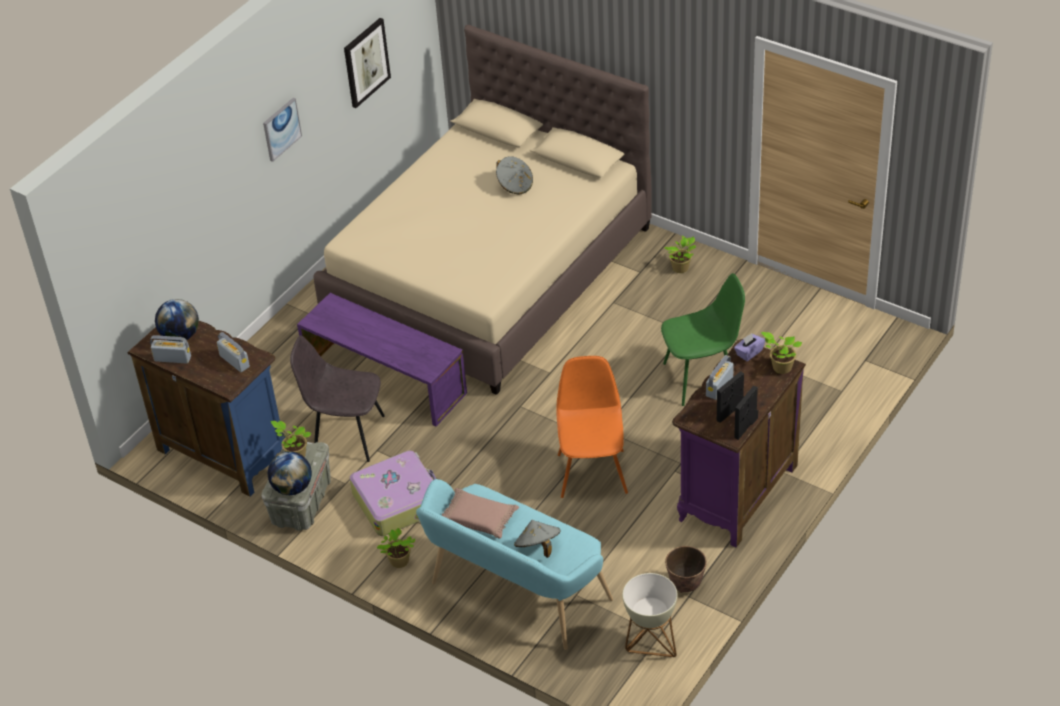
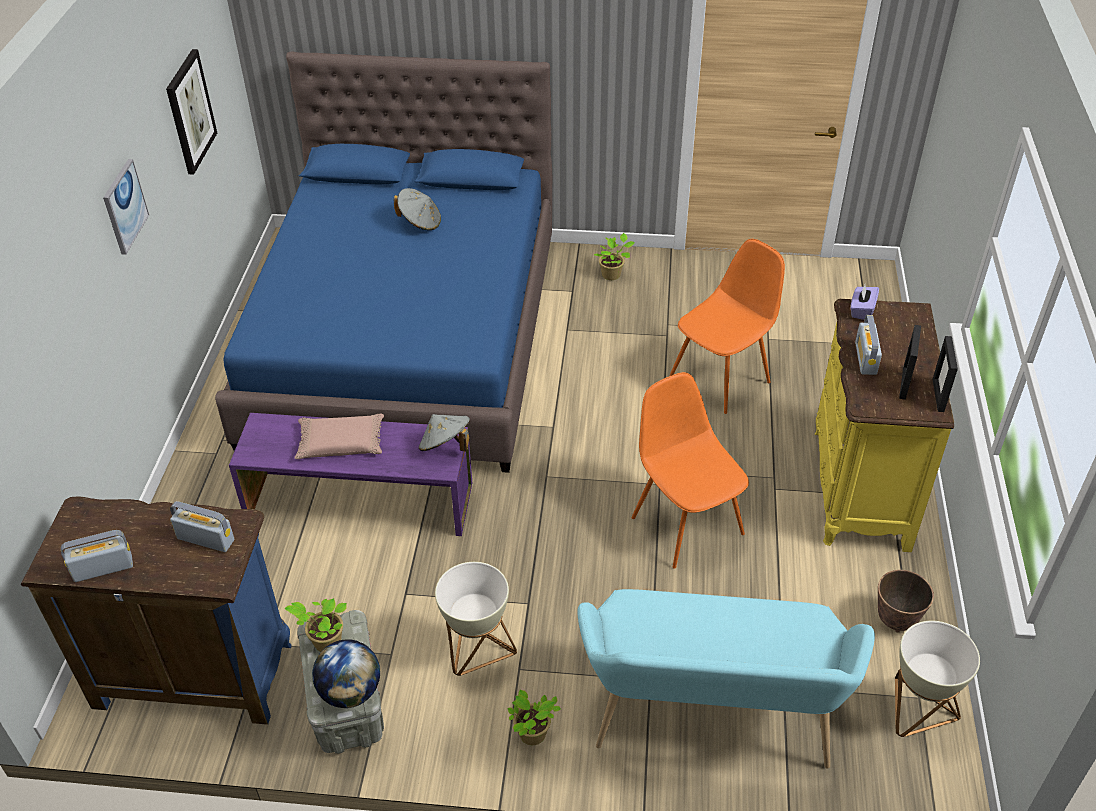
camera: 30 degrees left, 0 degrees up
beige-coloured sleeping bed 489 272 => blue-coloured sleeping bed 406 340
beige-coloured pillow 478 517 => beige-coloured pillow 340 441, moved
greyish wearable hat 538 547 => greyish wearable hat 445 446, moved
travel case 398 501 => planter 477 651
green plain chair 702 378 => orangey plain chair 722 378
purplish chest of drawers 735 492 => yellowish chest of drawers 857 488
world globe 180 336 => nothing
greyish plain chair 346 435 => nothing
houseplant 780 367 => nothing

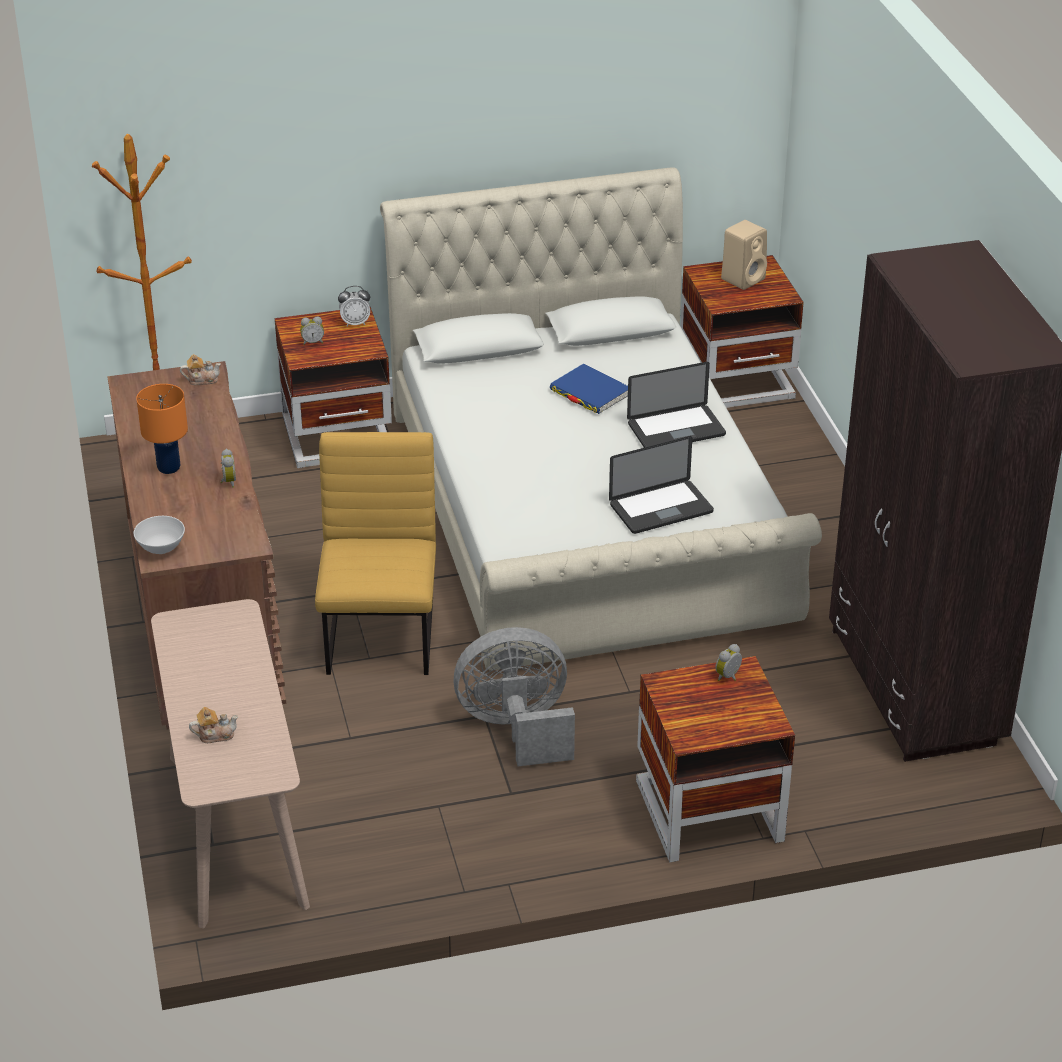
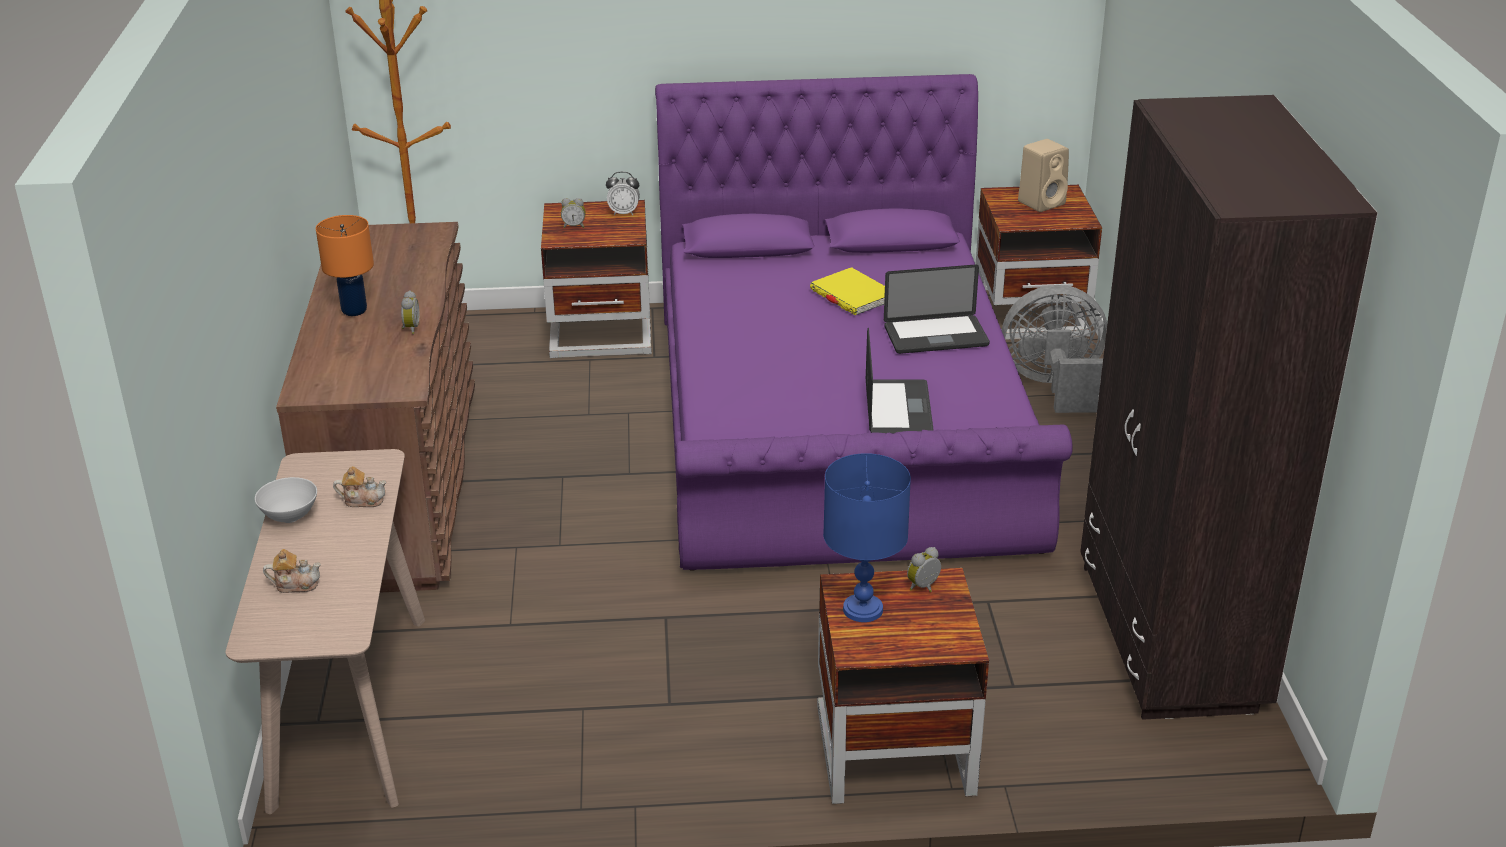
camera: 10 degrees right, 5 degrees down
white-coloured bowl 160 549 => white-coloured bowl 289 517, moved
teapot 202 379 => teapot 363 500, moved
beige-coloured sleeping bed 586 510 => purplish sleeping bed 837 422
blue-coloured bound book 590 393 => yellowish bound book 852 295
nothing => blue-coloured tabletop lamp 862 609
portable computer 661 508 => portable computer 898 410, 75 degrees counterclockwise
greyish electric fan 517 728 => greyish electric fan 1055 387, moved
yellowish plain chair 382 632 => nothing

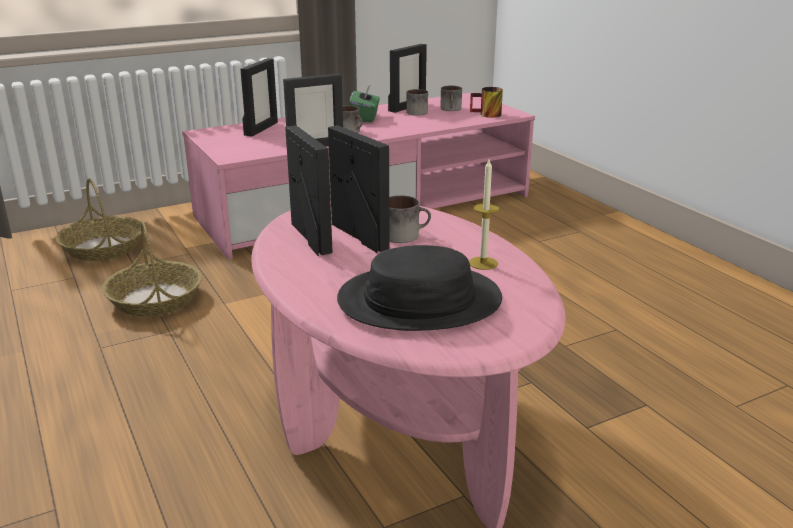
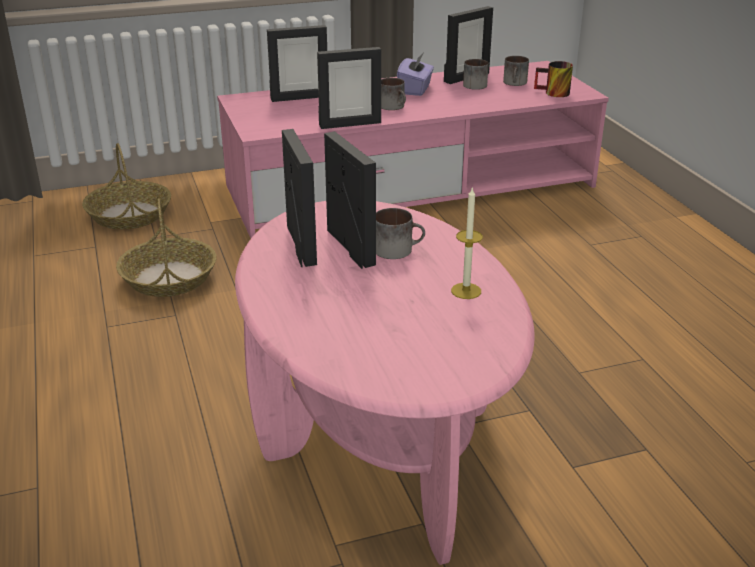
camera: 10 degrees right, 5 degrees up
photo frame 261 129 => photo frame 299 97, 45 degrees clockwise
green box of tissues 365 118 => purplish box of tissues 415 89
blackish wearable hat 419 301 => nothing

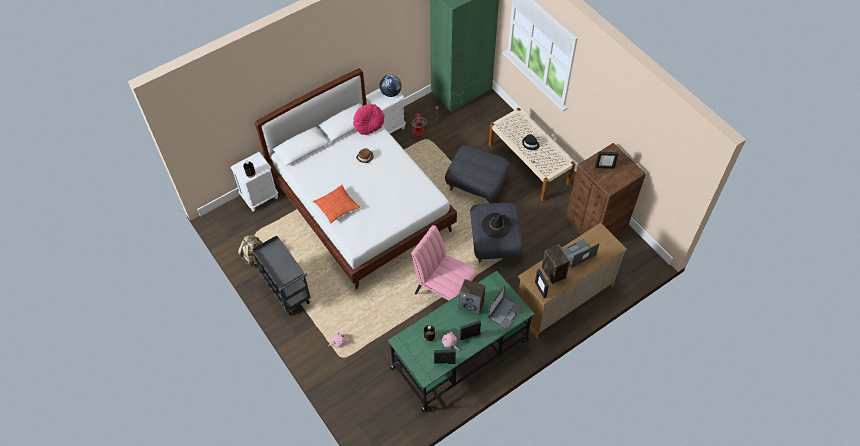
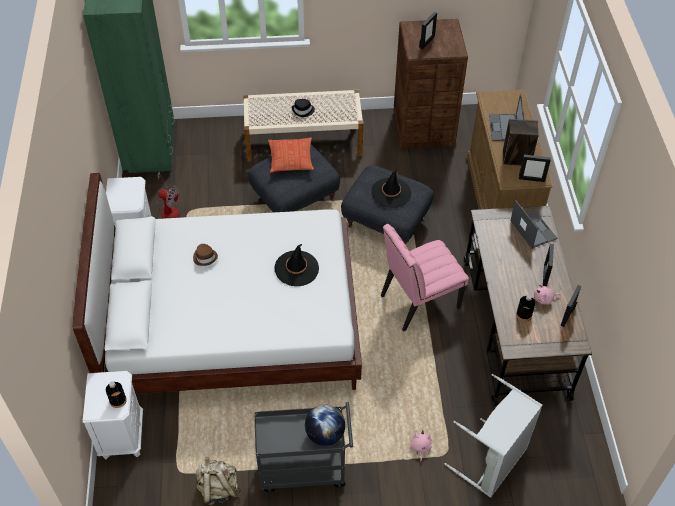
camera: 60 degrees left, 5 degrees down
orangey pillow 336 207 => orangey pillow 291 160, moved
nothing => blackish wearable hat 296 268
world globe 390 93 => world globe 325 434, moved
nothing => greyish laundry basket 493 462
green desk unit 460 354 => brown desk unit 514 327
pink pillow 369 128 => nothing
speaker 471 305 => nothing

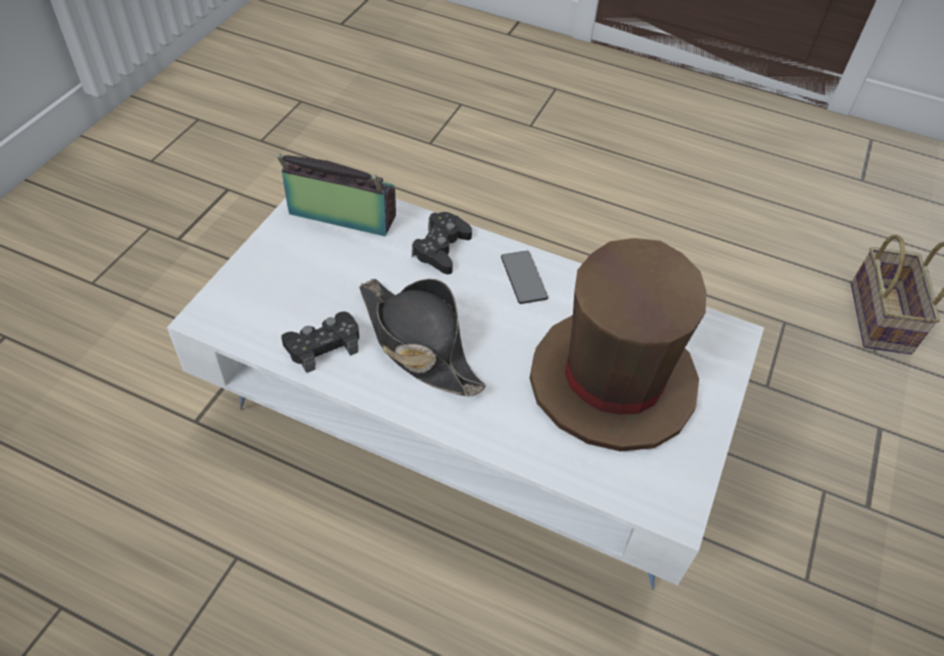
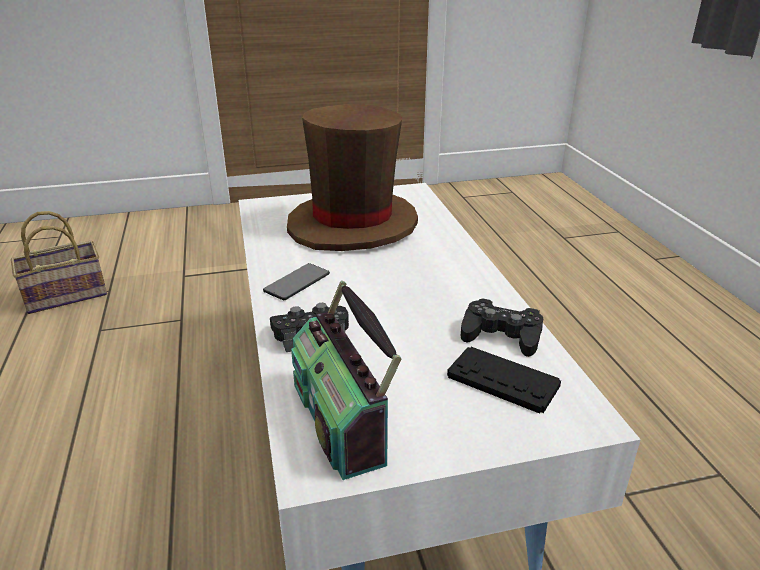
camera: 125 degrees left, 20 degrees down
nothing => blackish joypad 502 381
blackish wearable hat 417 343 => nothing

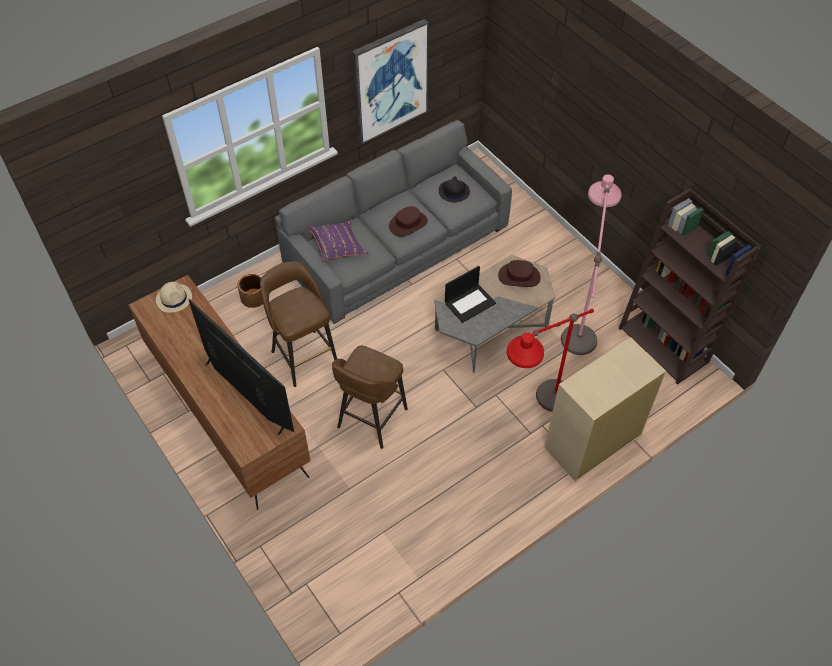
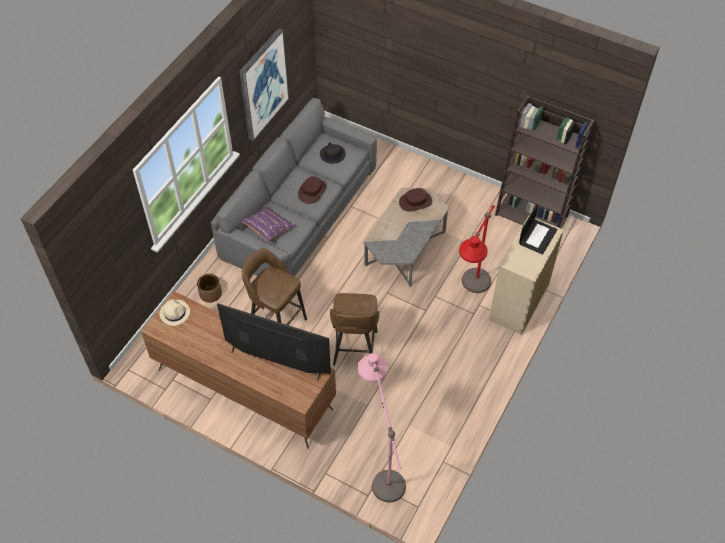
camera: 25 degrees left, 0 degrees up
pink floor lamp 580 319 => pink floor lamp 382 464, moved
portable computer 470 302 => portable computer 537 236, moved

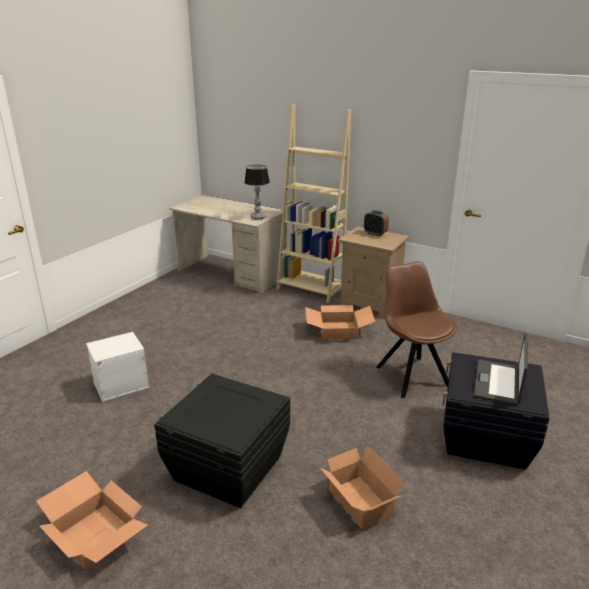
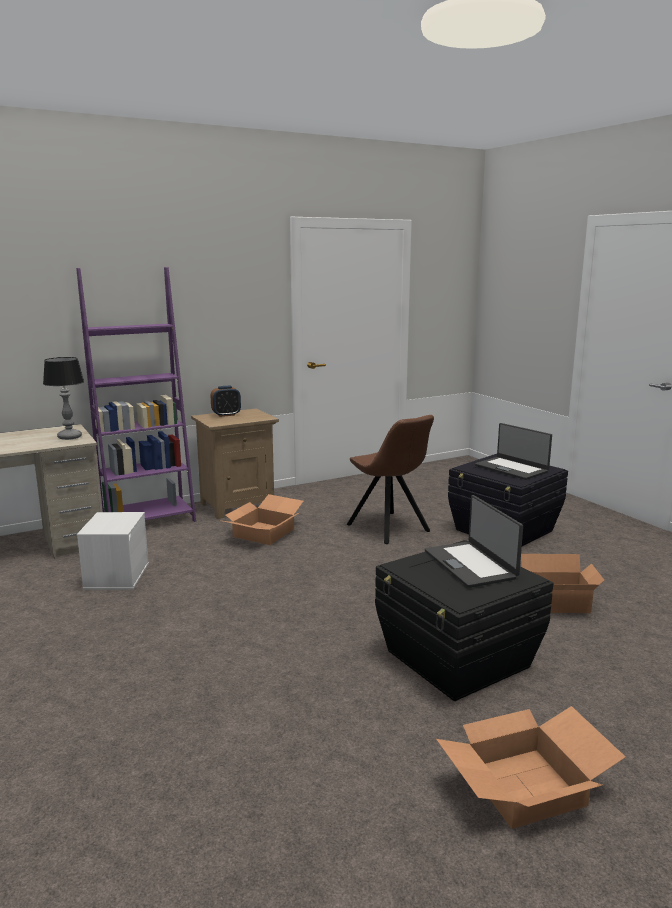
camera: 60 degrees left, 10 degrees down
beige-coloured shelving unit 310 289 => purplish shelving unit 148 520
white-coloured storage box 121 384 => white-coloured storage box 116 575, moved
brown plain chair 411 376 => brown plain chair 389 528, 135 degrees counterclockwise
nothing => portable computer 471 564

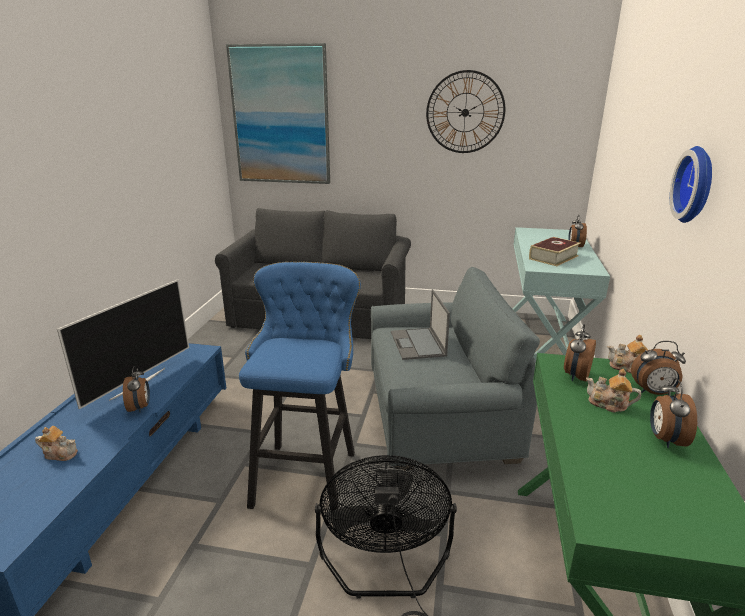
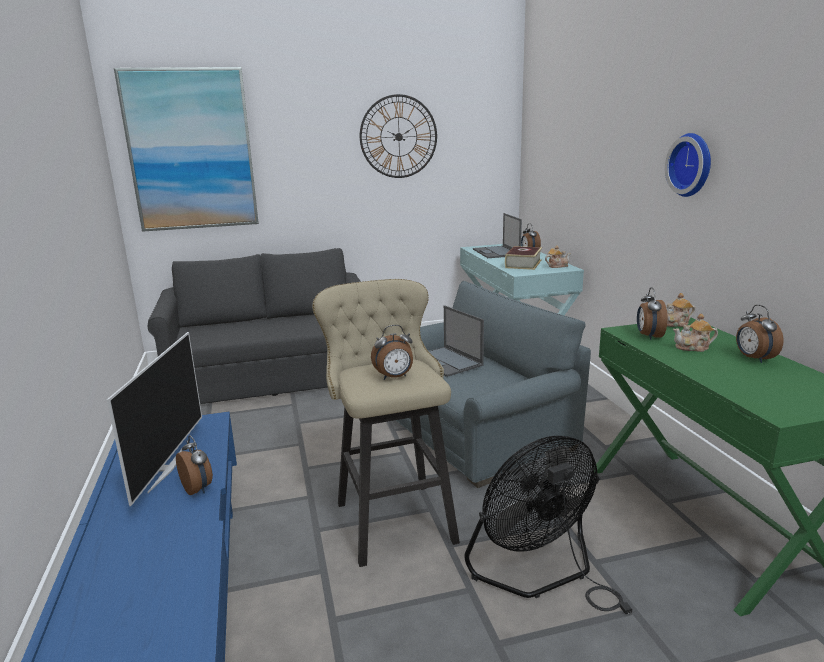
camera: 25 degrees left, 5 degrees down
blue-coloured stool 308 469 => beige-coloured stool 391 512
table clock 653 392 => table clock 394 377, moved
nothing => portable computer 496 252
teapot 60 453 => teapot 557 266, moved

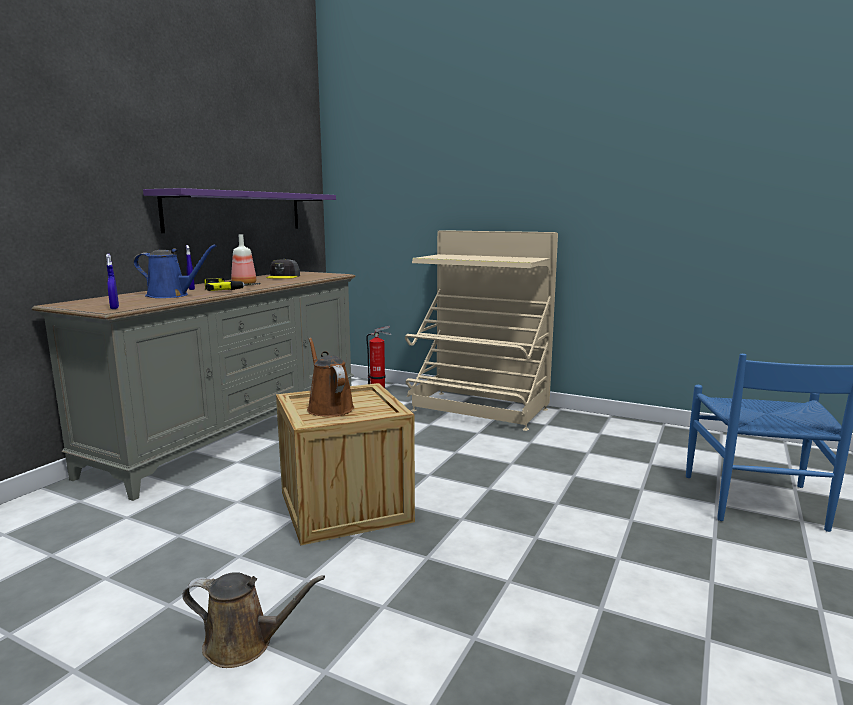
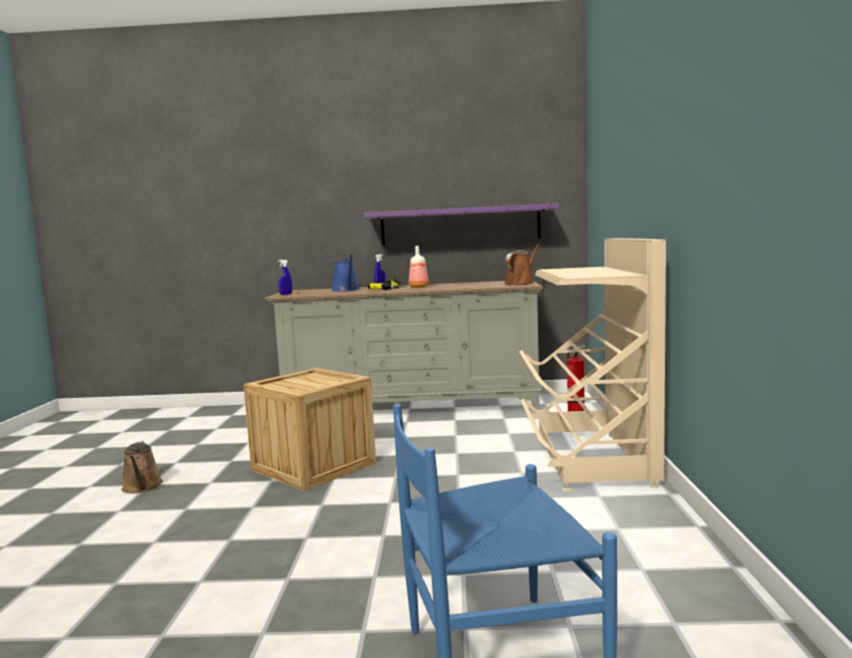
camera: 65 degrees right, 5 degrees down
brown watering pot 329 407 => brown watering pot 521 283, moved
greyish peaked cap 283 277 => nothing

